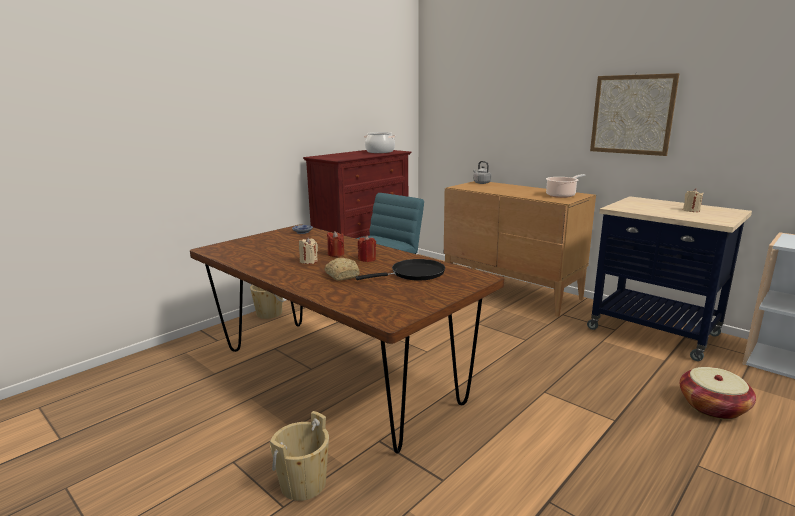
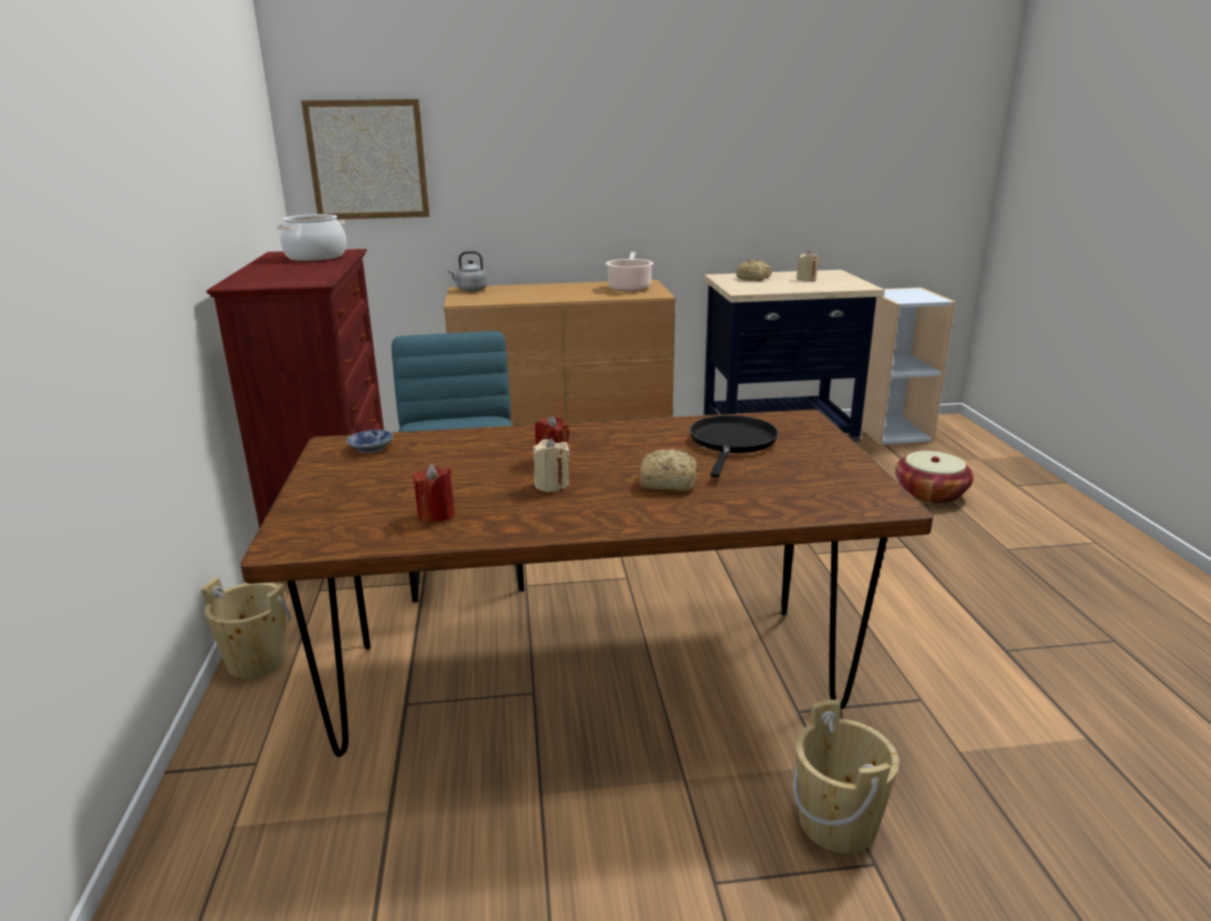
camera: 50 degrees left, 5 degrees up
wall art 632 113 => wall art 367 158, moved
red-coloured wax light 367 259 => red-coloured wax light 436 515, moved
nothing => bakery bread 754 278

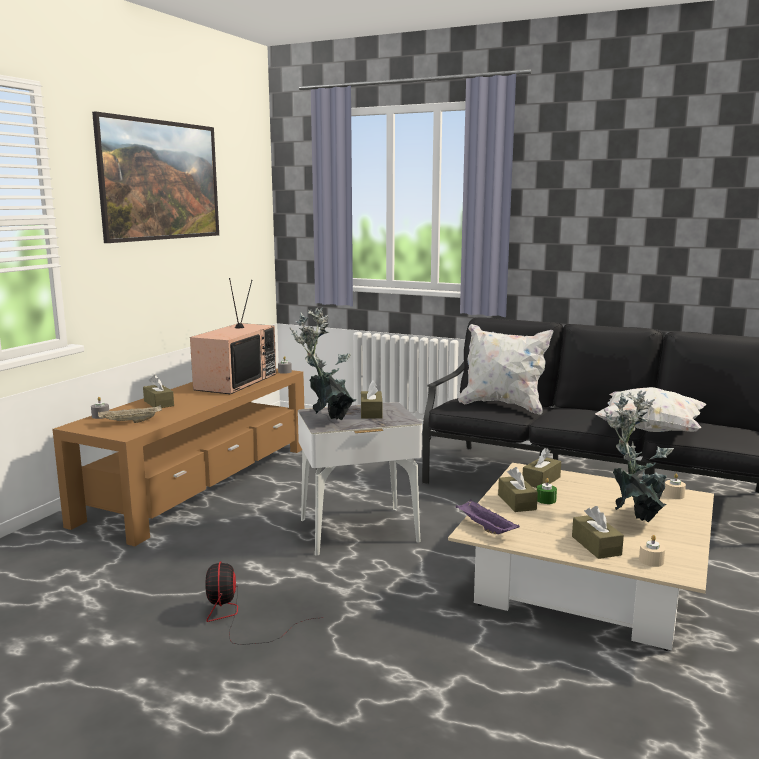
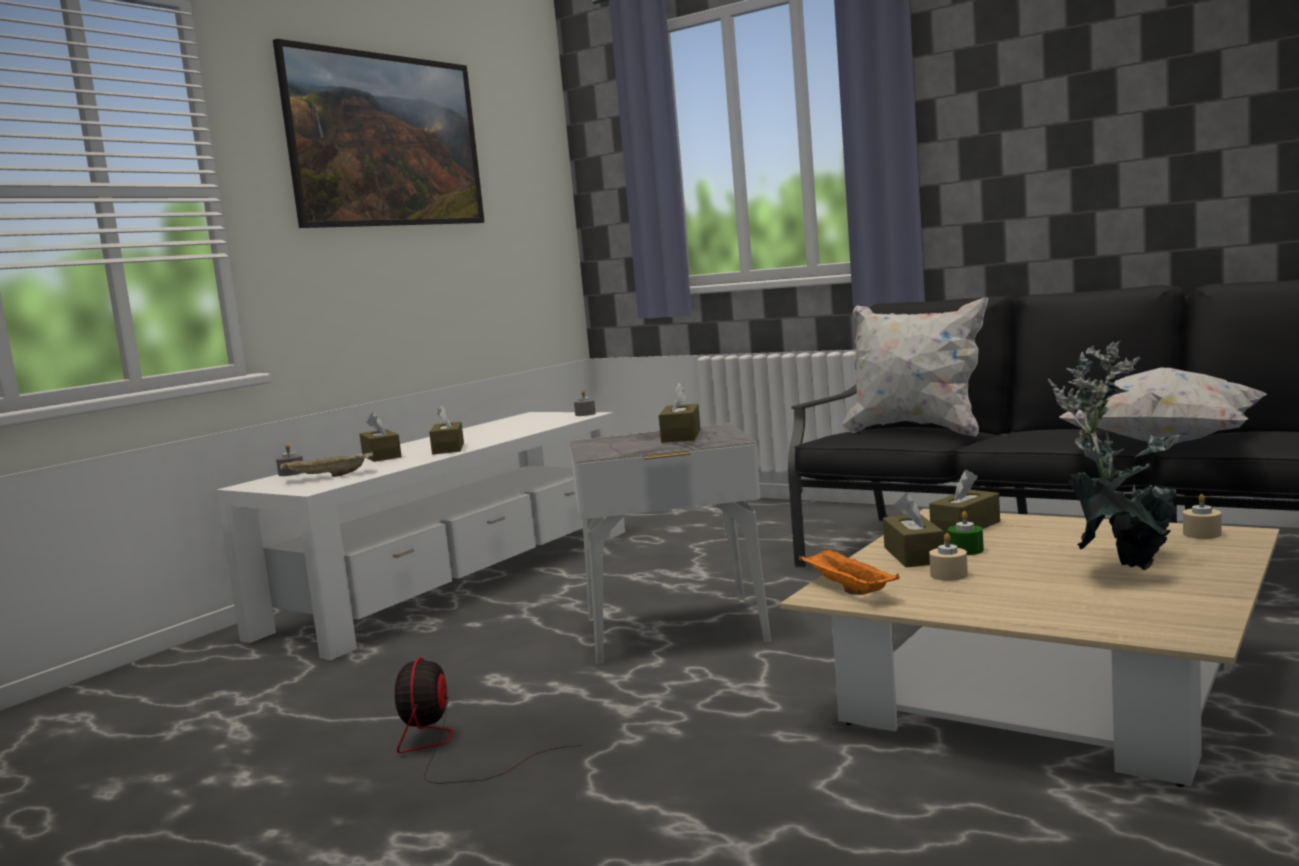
camera: 10 degrees right, 5 degrees down
brown media console 201 482 => white-coloured media console 457 580
brown box of tissues 596 546 => brown box of tissues 448 448, moved
purplish carrying tray 484 528 => orangey carrying tray 846 589
beige-coloured wax light 651 561 => beige-coloured wax light 949 575, moved
TV set 235 381 => nothing
houseplant 328 419 => nothing

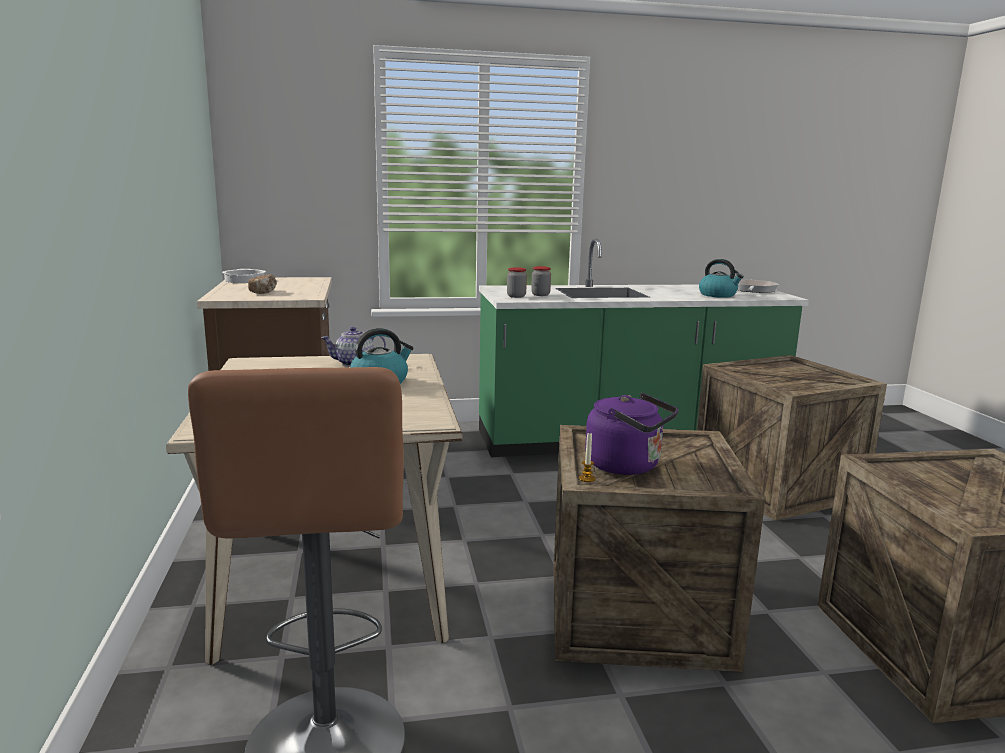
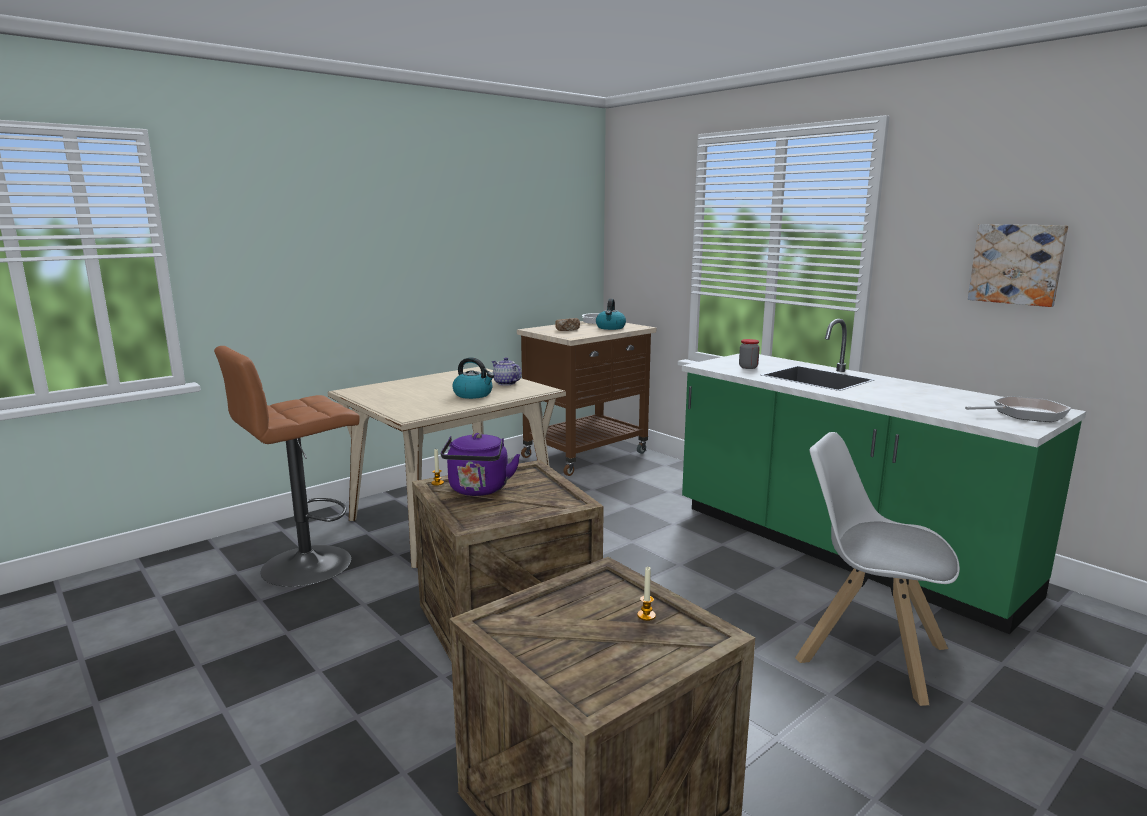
camera: 60 degrees right, 0 degrees up
kettle 718 295 => kettle 610 328, moved
nothing => wax light 646 615
crate 775 485 => plain chair 866 652
nothing => wall art 1017 264
storage jar 516 296 => nothing

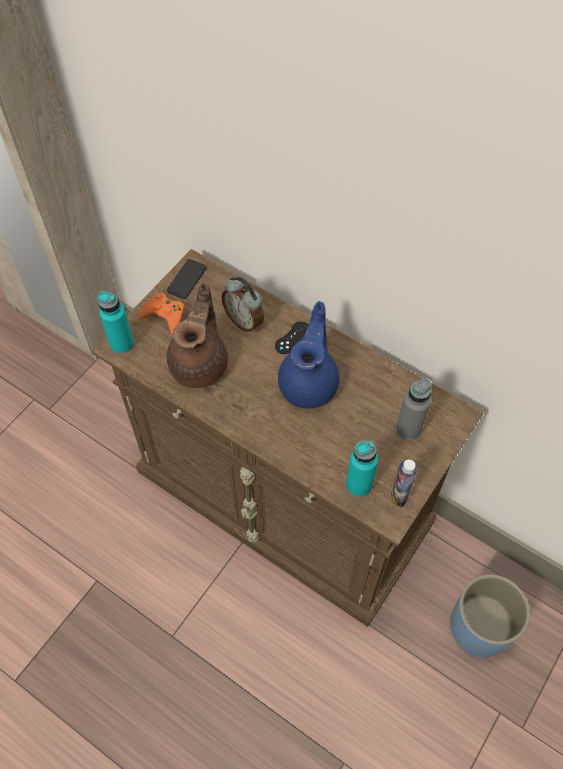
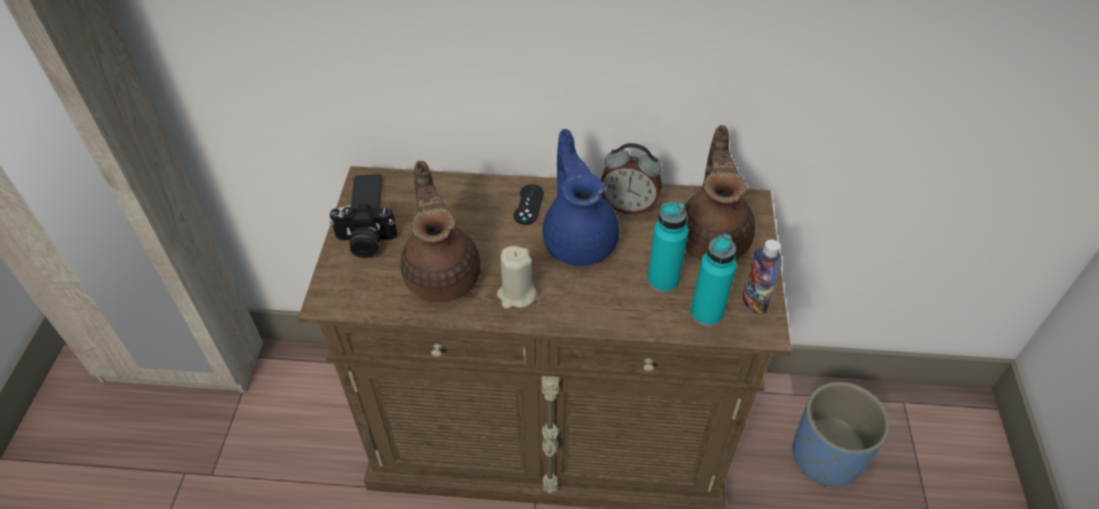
camera: 30 degrees left, 10 degrees down
orangey joypad 164 315 => photo camera 365 243
nothing => beige-coloured wax light 516 294
table clock 244 321 => table clock 628 206, moved
turquoise bottle 122 344 => turquoise bottle 663 280, moved
greyish bottle 408 429 => brown teapot 713 237

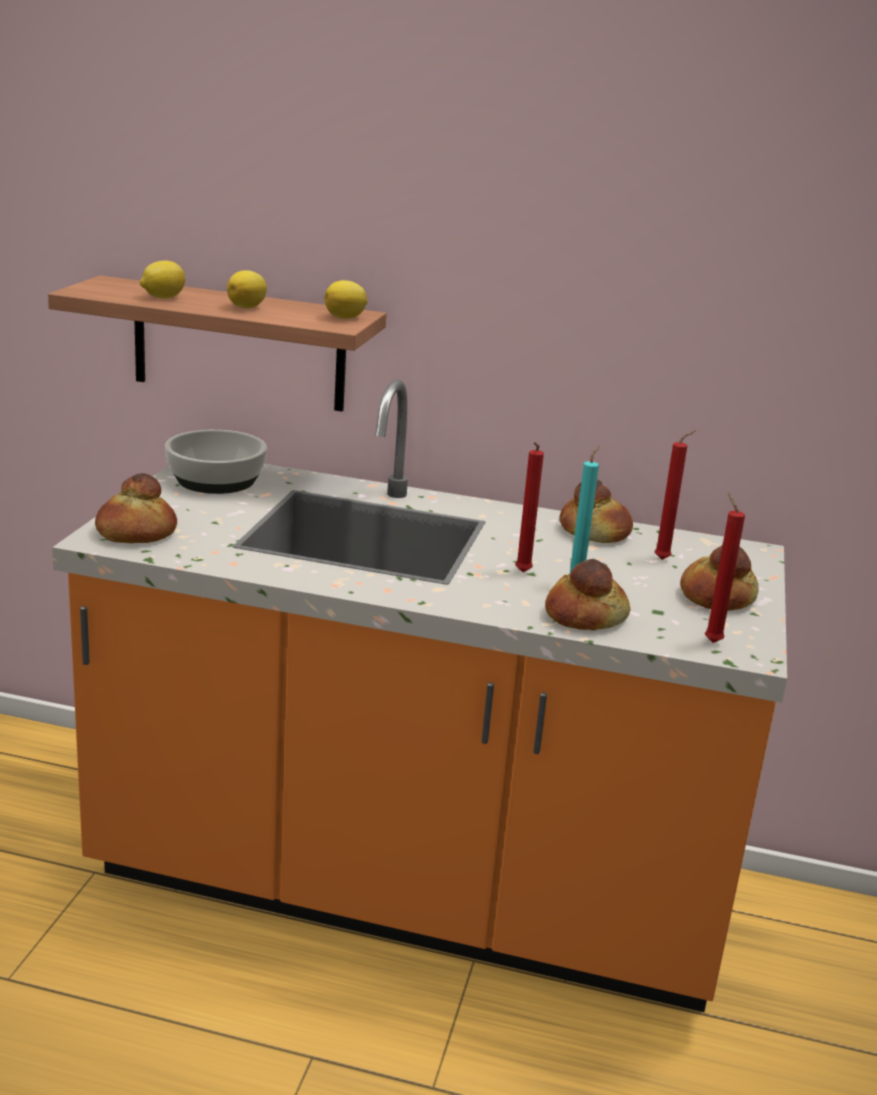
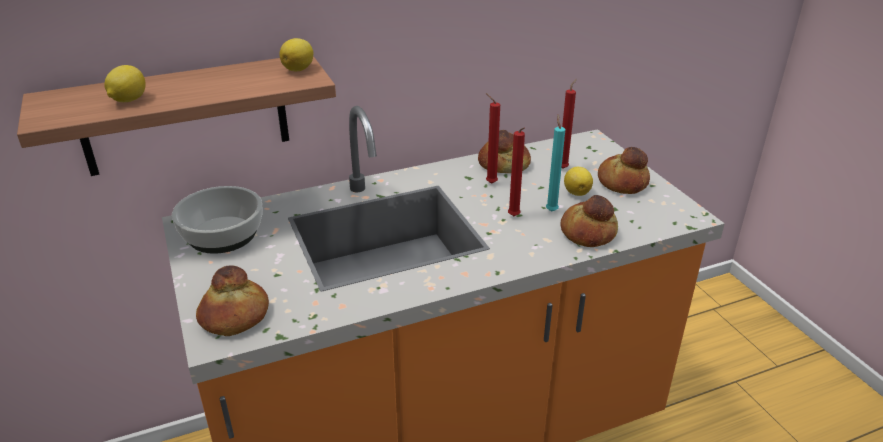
camera: 35 degrees left, 10 degrees up
red-coloured wax light 711 641 => red-coloured wax light 489 183, moved
lemon 247 307 => lemon 576 192, moved

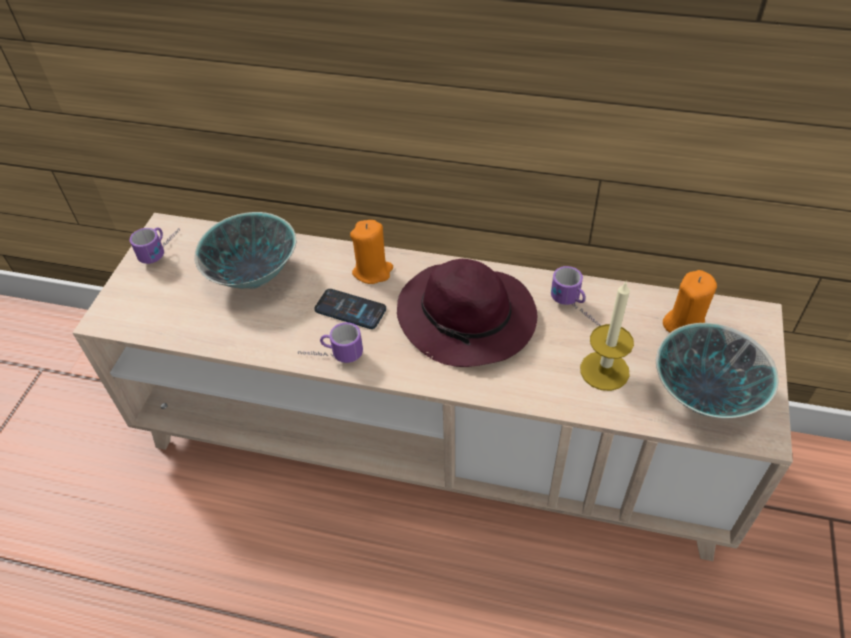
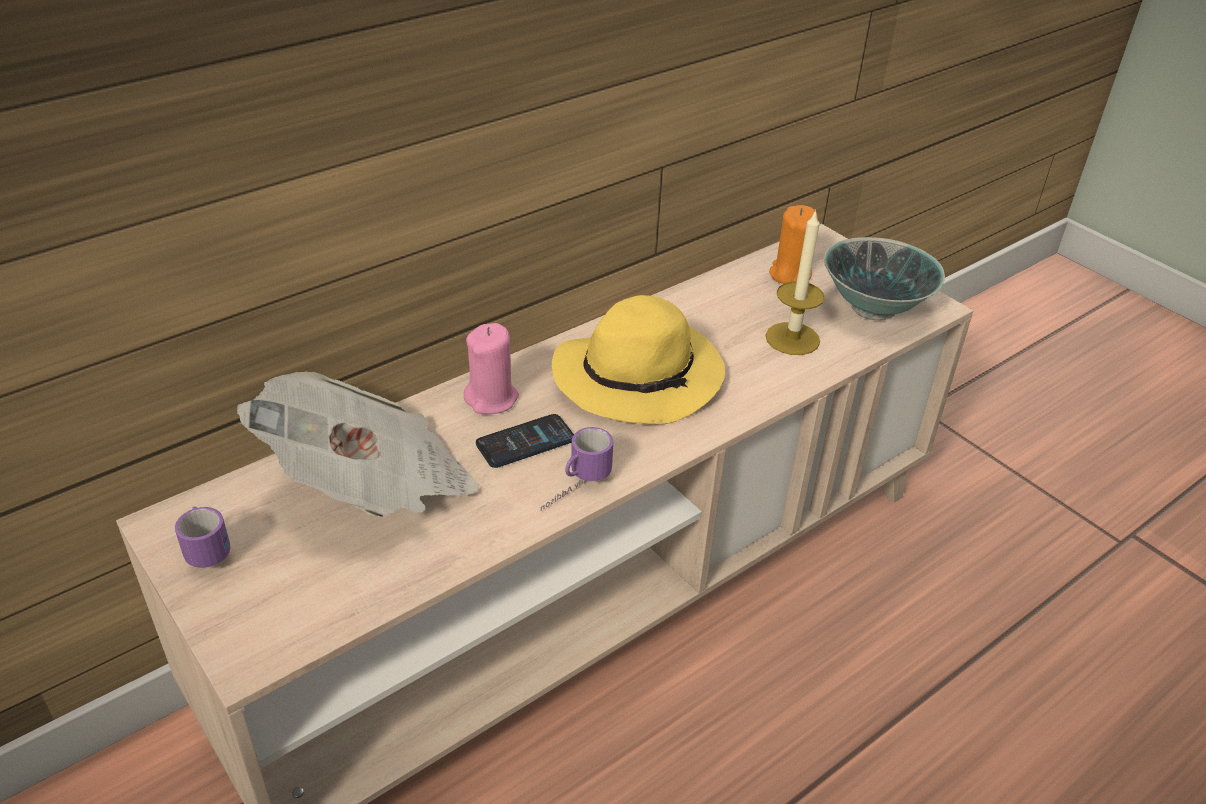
camera: 55 degrees left, 10 degrees down
bowl 255 276 => newspaper 372 486
orangey wax light 373 271 => pink wax light 492 399
purplish wearable hat 468 319 => yellowish wearable hat 640 376
tea mug 576 310 => nothing

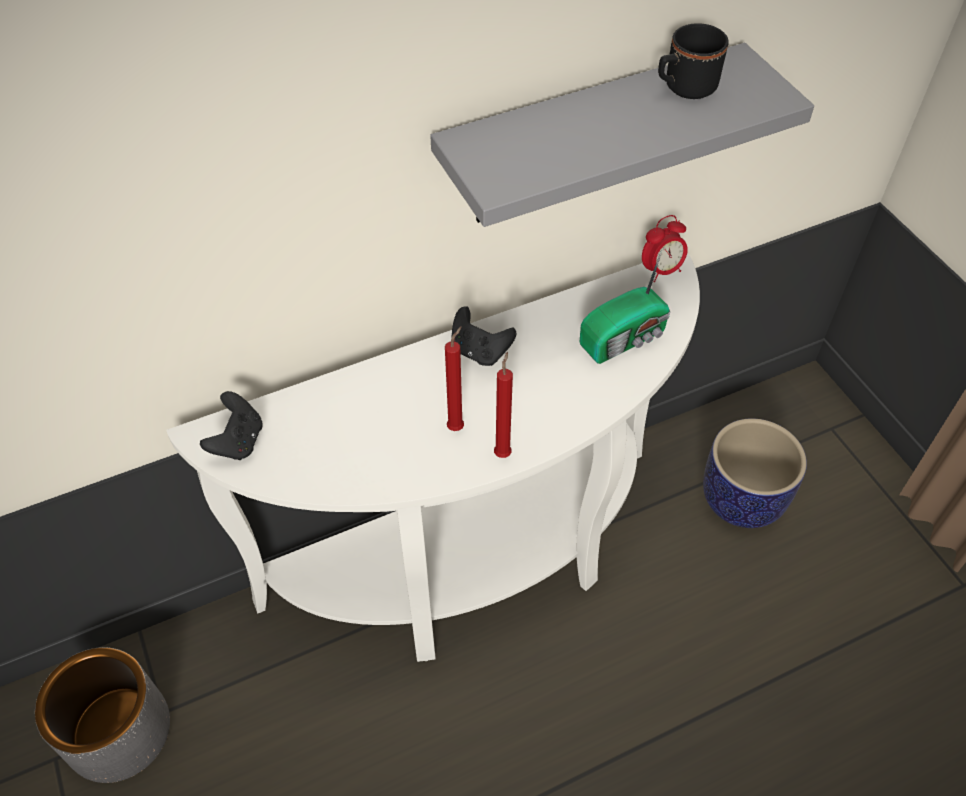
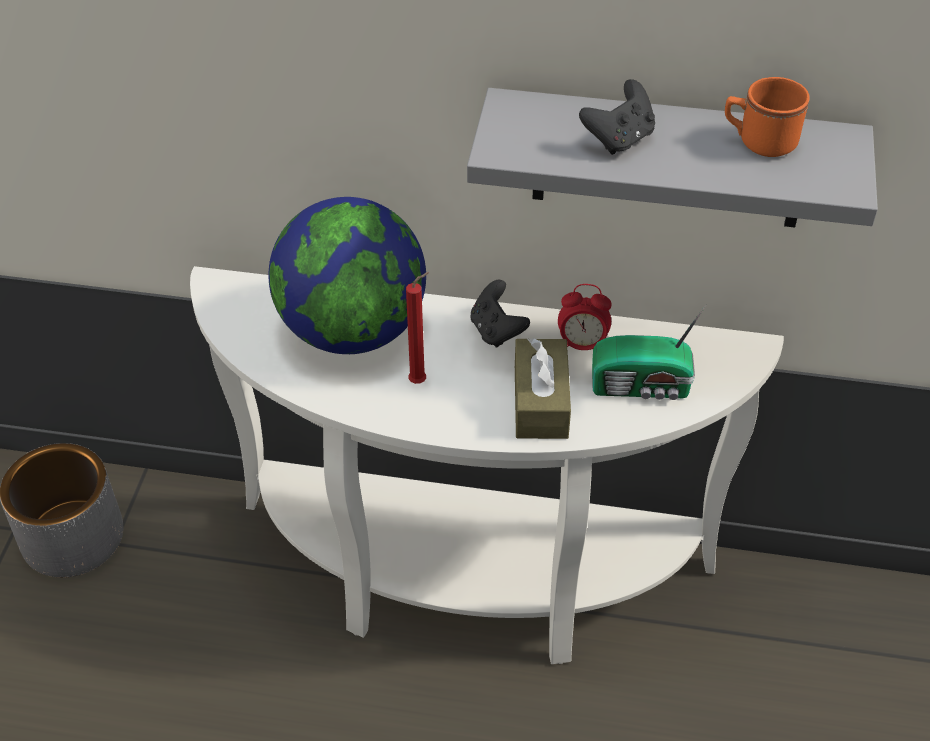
camera: 35 degrees right, 5 degrees down
nothing => world globe 352 330
nothing => brown box of tissues 540 402
table clock 661 271 => table clock 582 345, moved
blackish joypad 238 441 => blackish joypad 619 139, moved
blackish tea mug 684 88 => orangey tea mug 759 141
red-coloured wax light 503 452 => nothing
planter 743 500 => nothing

